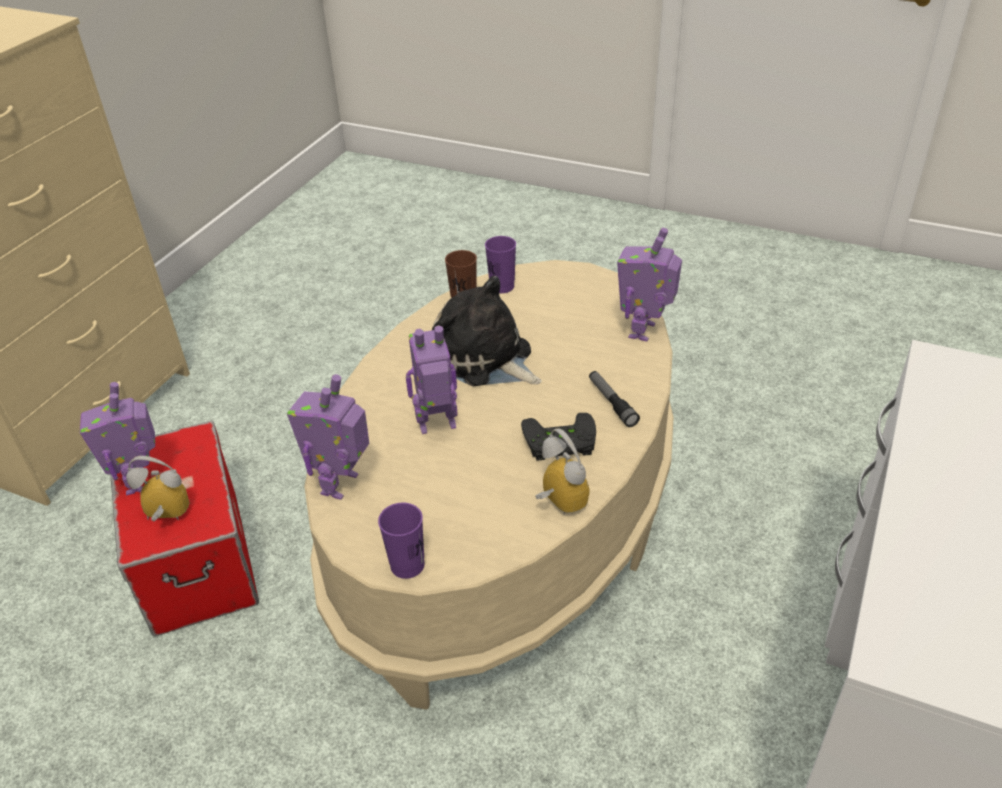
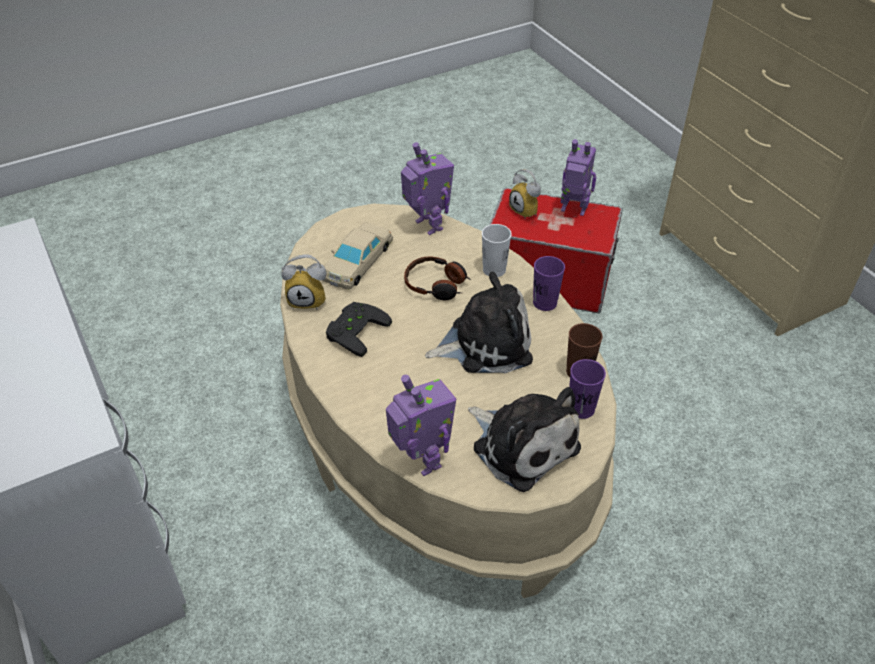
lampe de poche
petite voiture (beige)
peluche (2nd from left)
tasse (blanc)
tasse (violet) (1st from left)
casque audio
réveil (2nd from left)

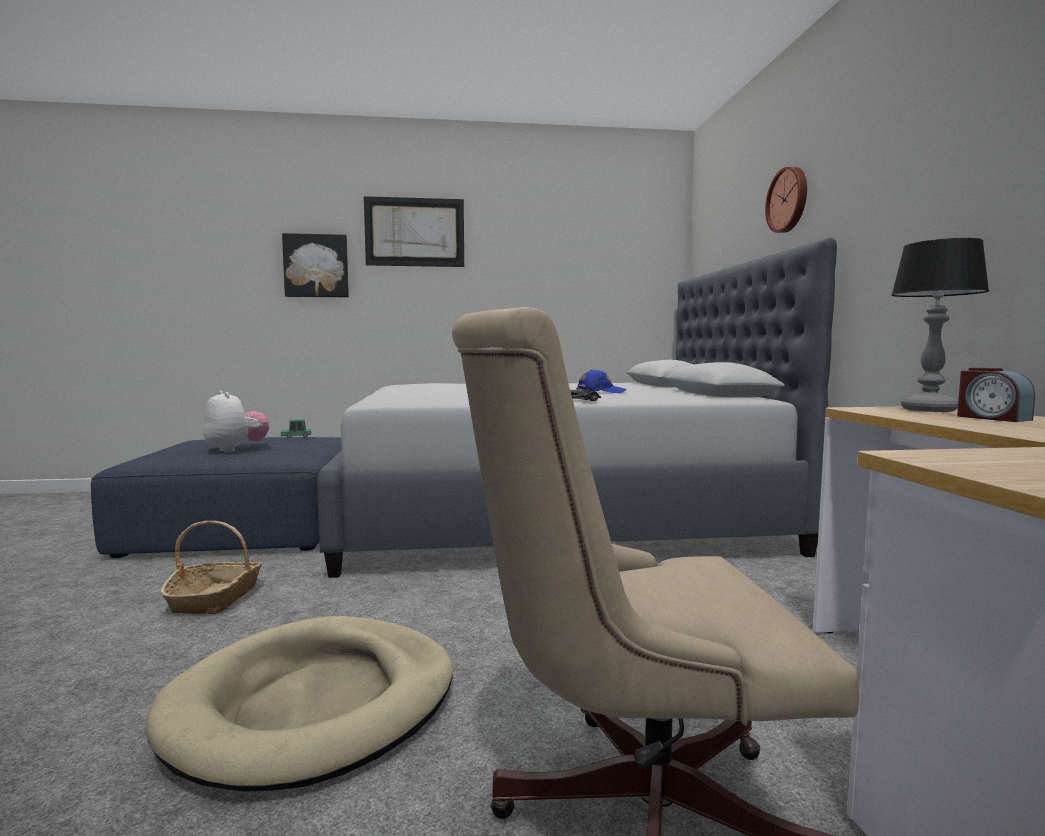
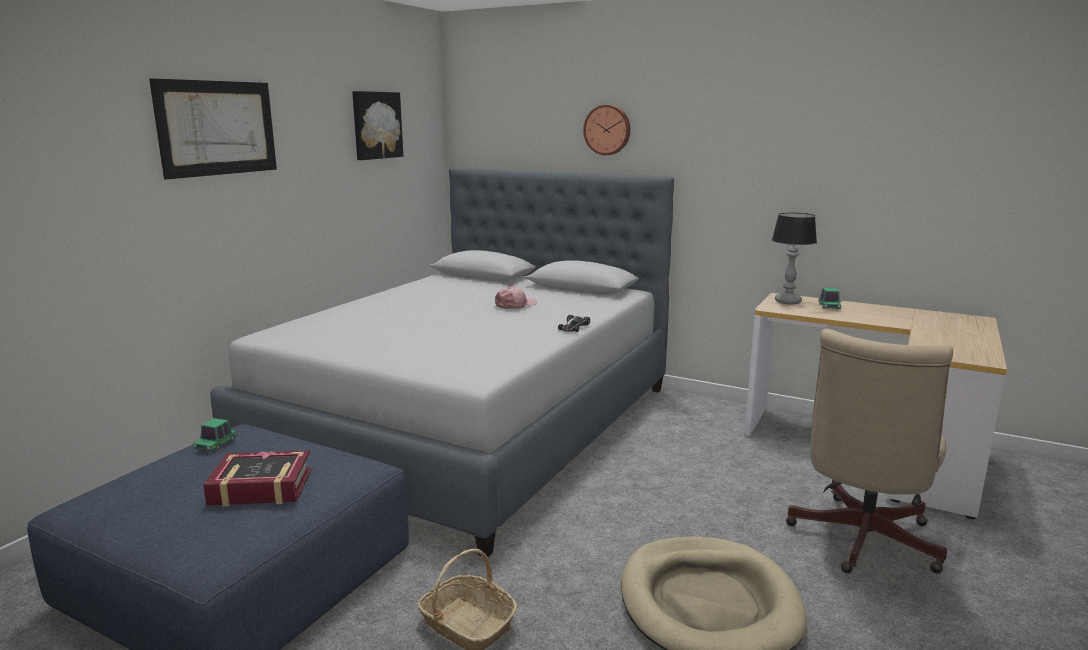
tableau (2nd from left)
livre
petite voiture (3rd from left)
casquette (rose)

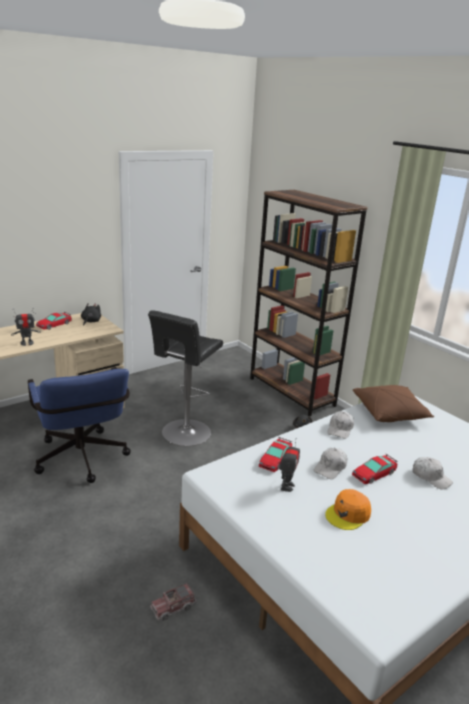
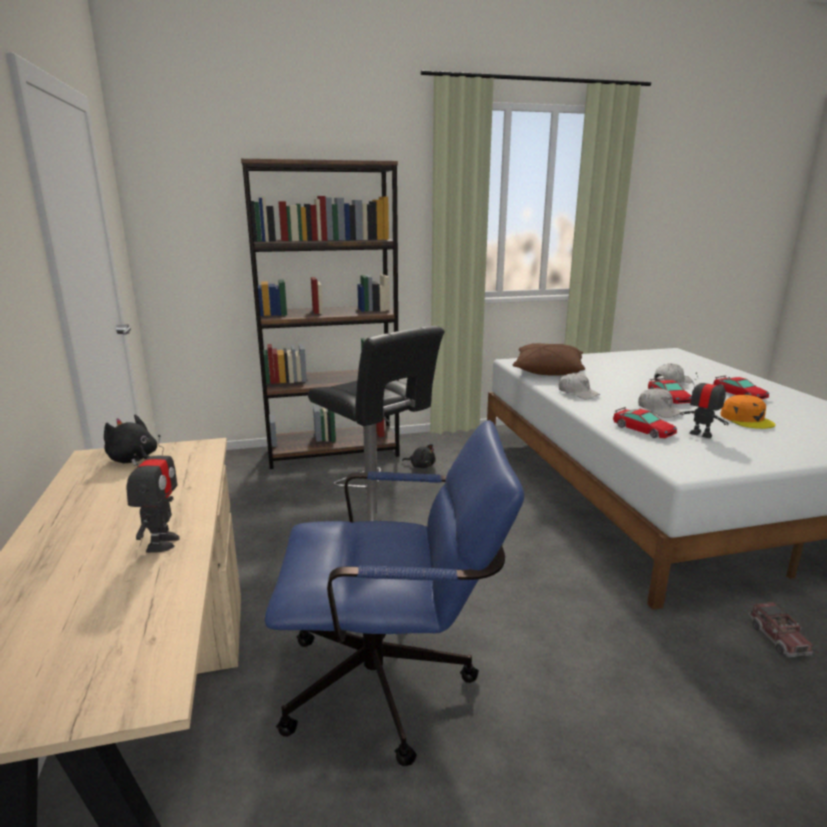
petite voiture (3rd from left)

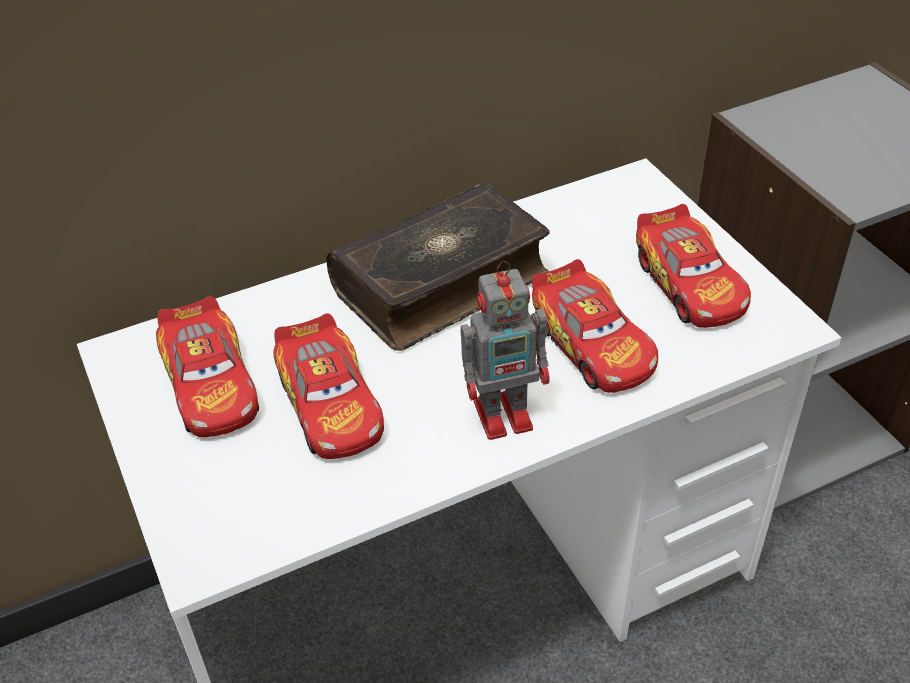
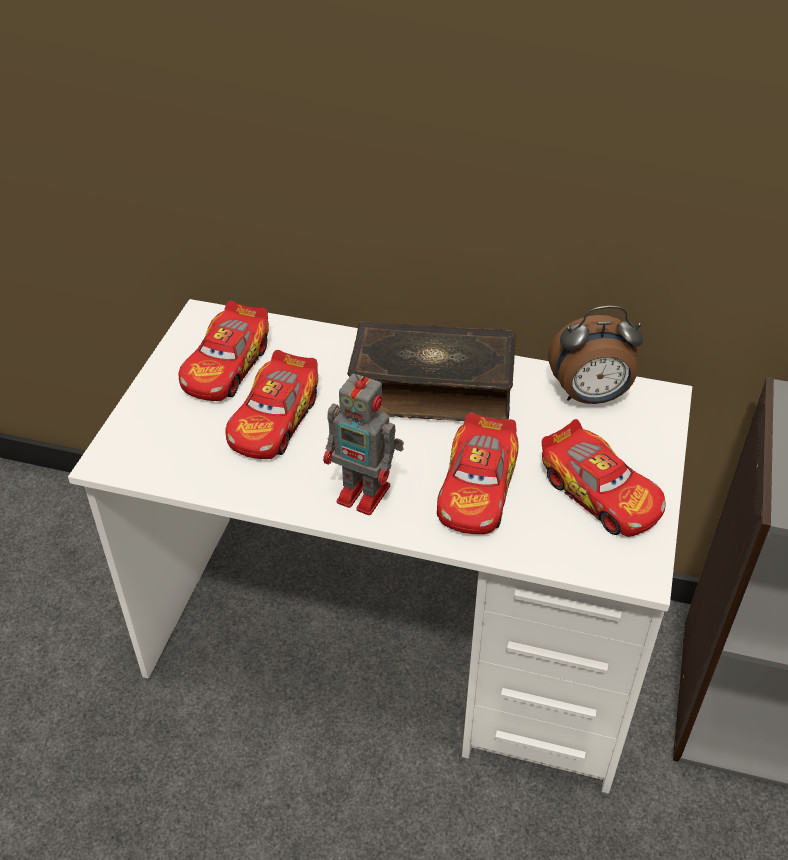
réveil
petite voiture (4th from left)

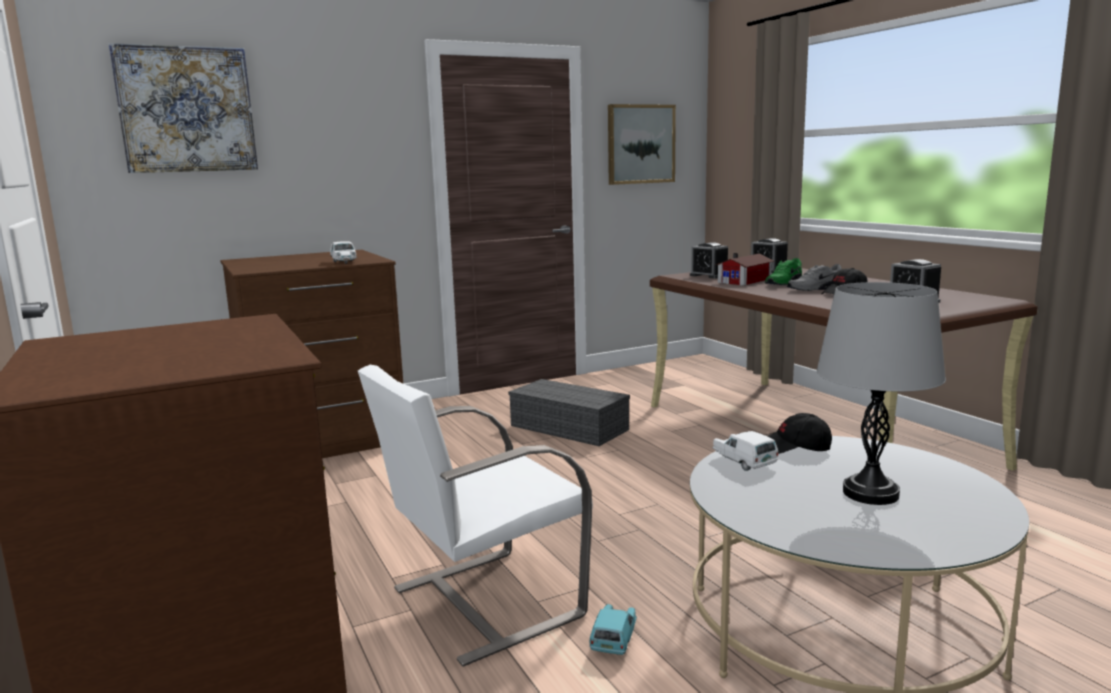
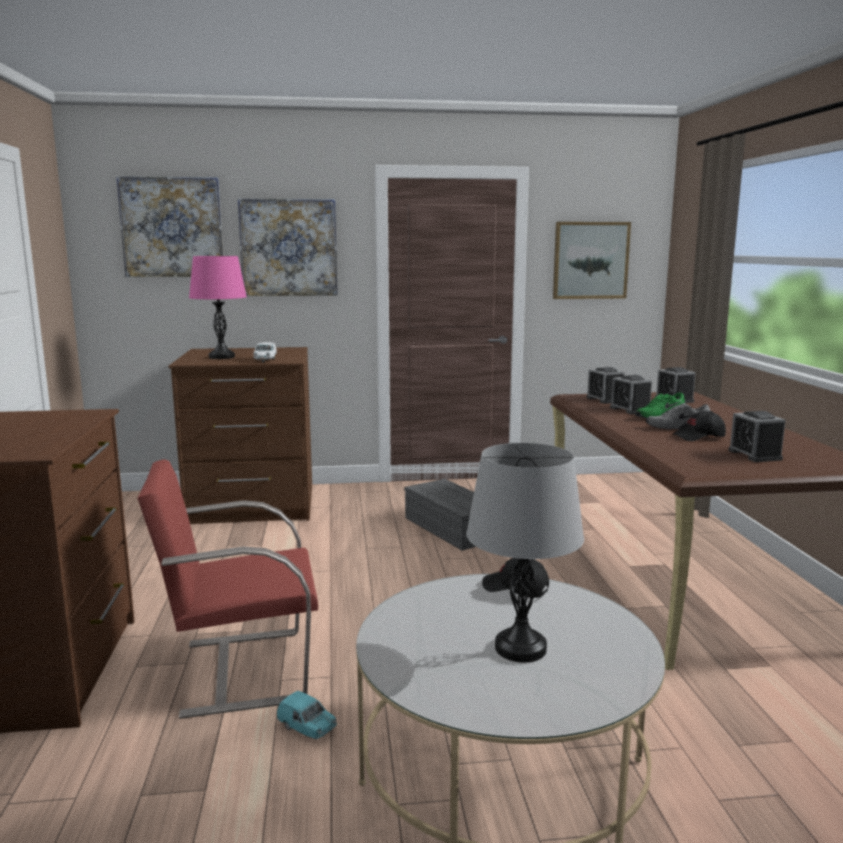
petite voiture (blanc) (2nd from left in the first image)
lampe de table (rose)
tableau (2nd from left)
réveil (2nd from left)
chaise (rouge)
petite voiture (turquoise)

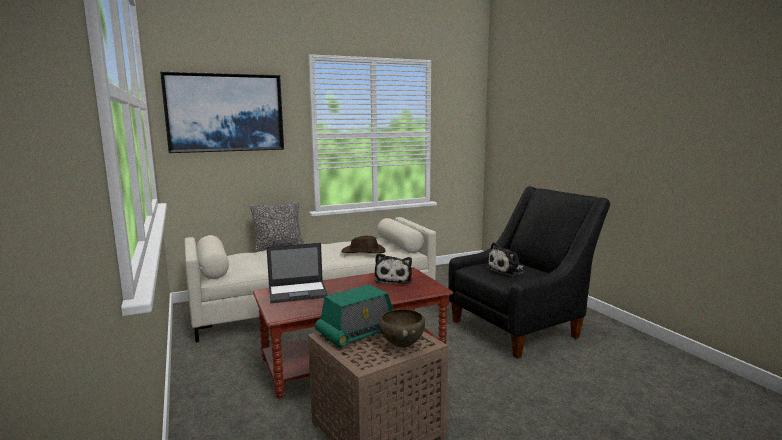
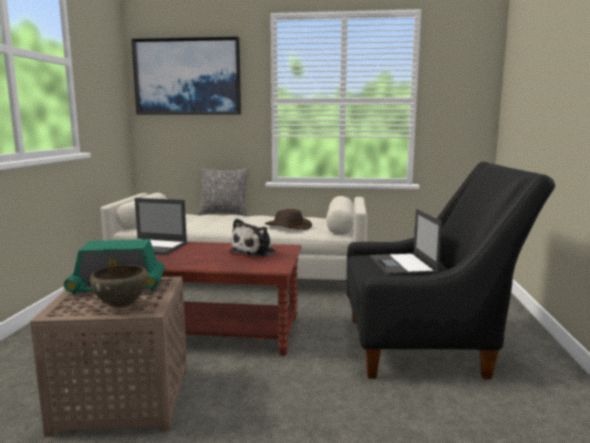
ordinateur portable (2nd from left)

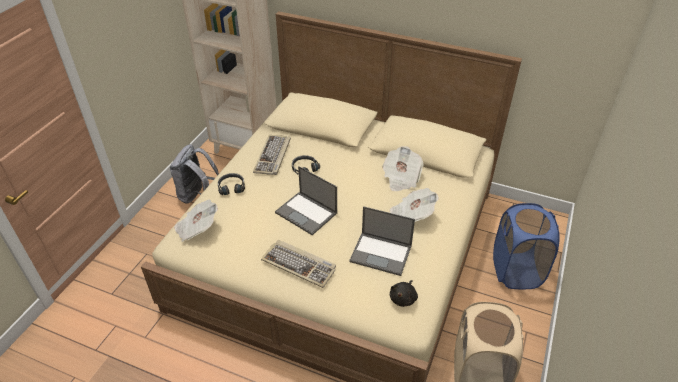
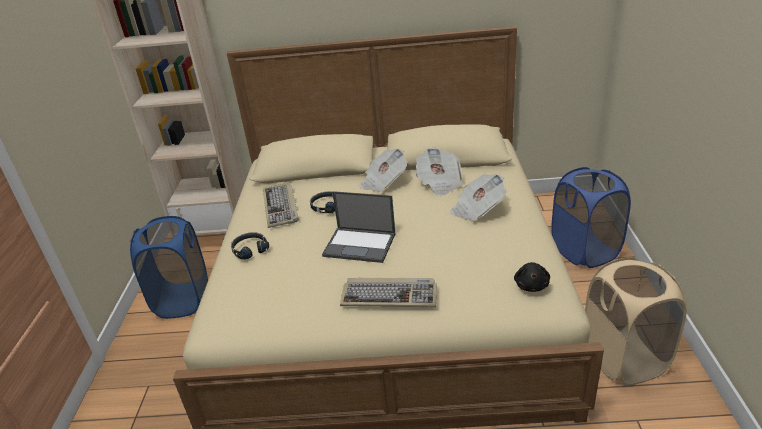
ordinateur portable (2nd from left in the first image)
journal (1st from left)
panier à linge (bleu) (1st from left)

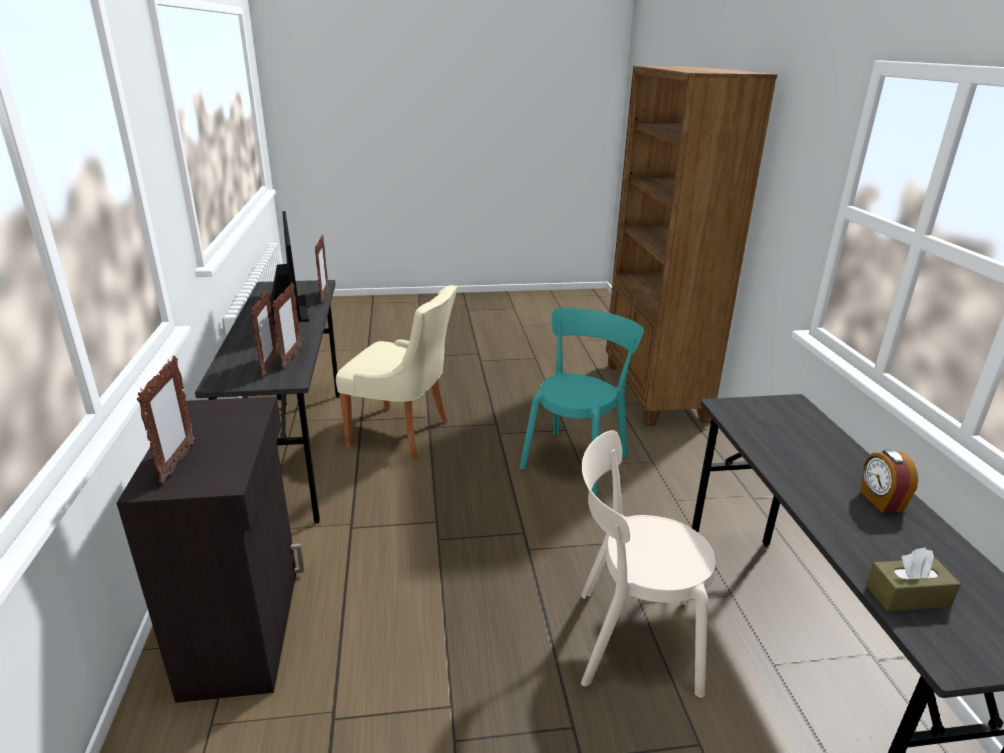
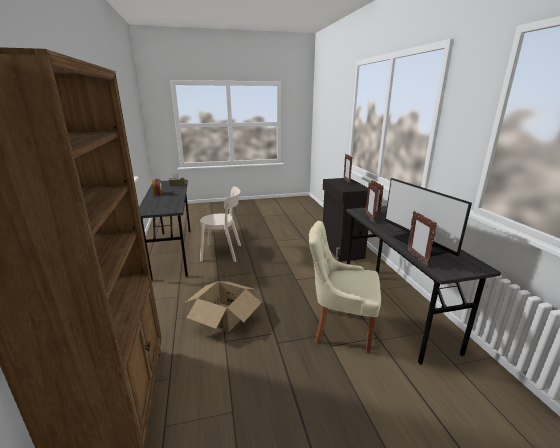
carton

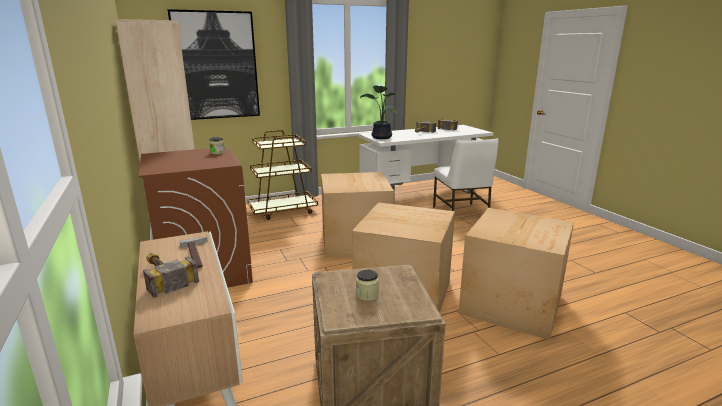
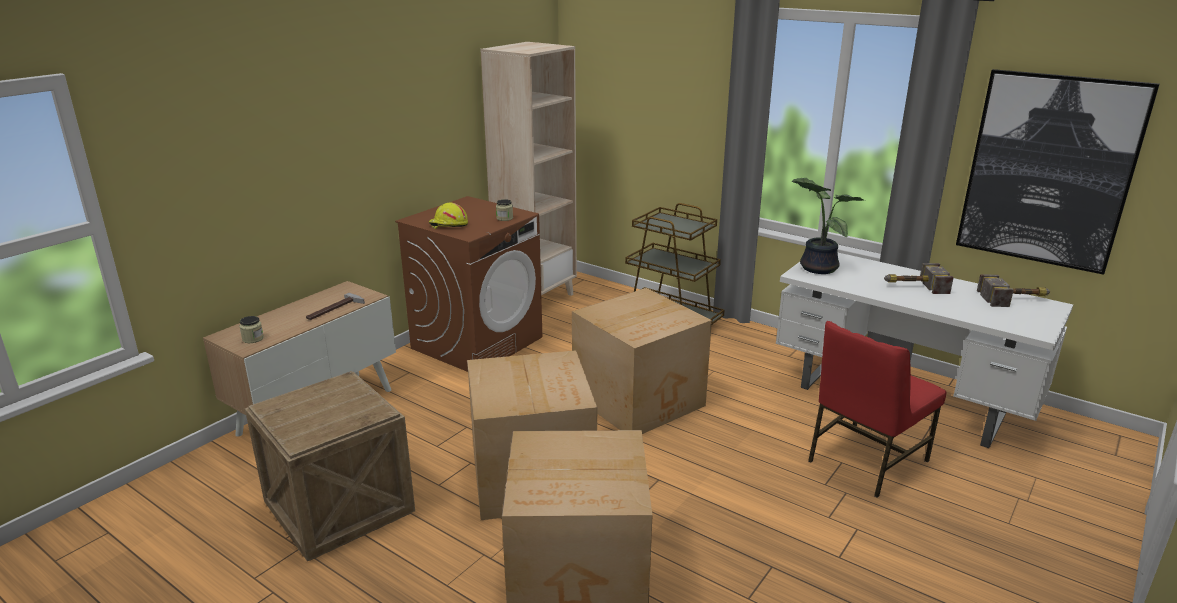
marteau (1st from left in the first image)
casque de chantier (jaune)
tableau
bocal (1st from left)
chaise (rouge)

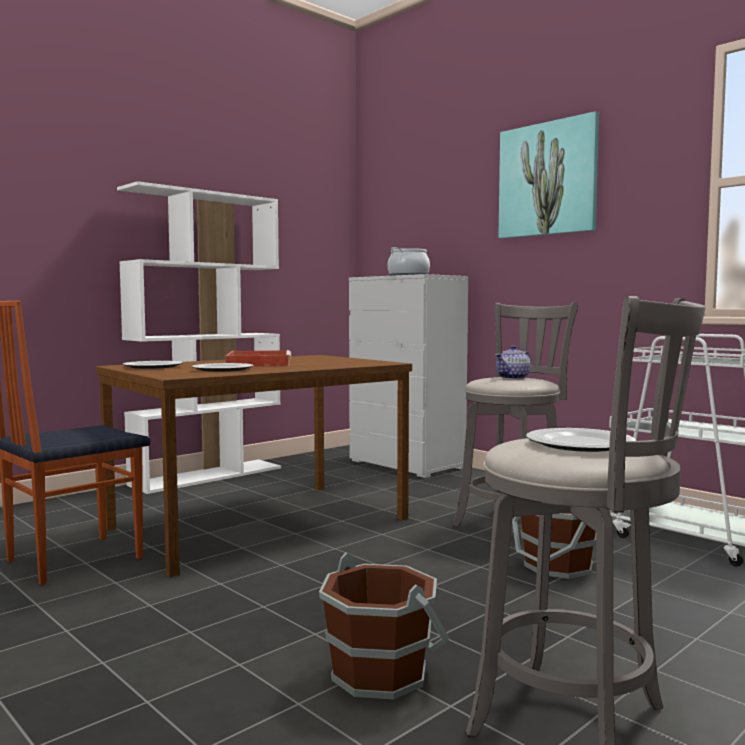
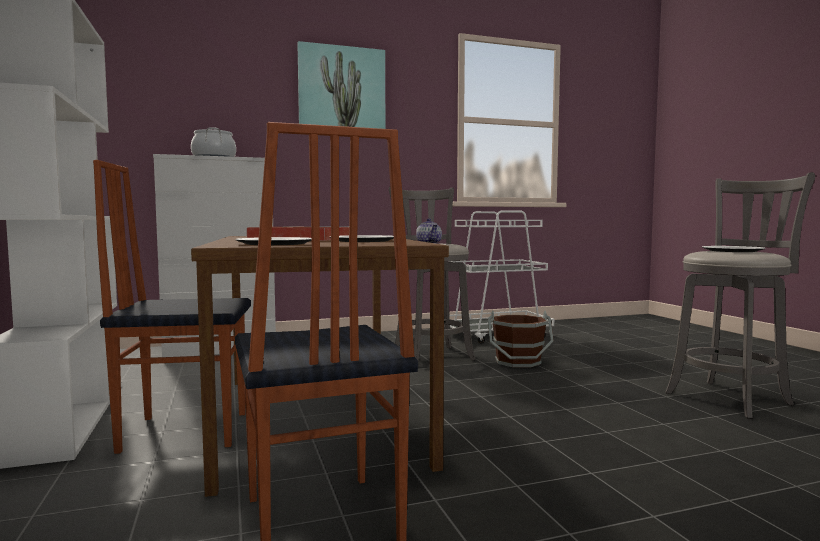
seau (marron) (1st from left in the first image)
chaise (1st from left)

